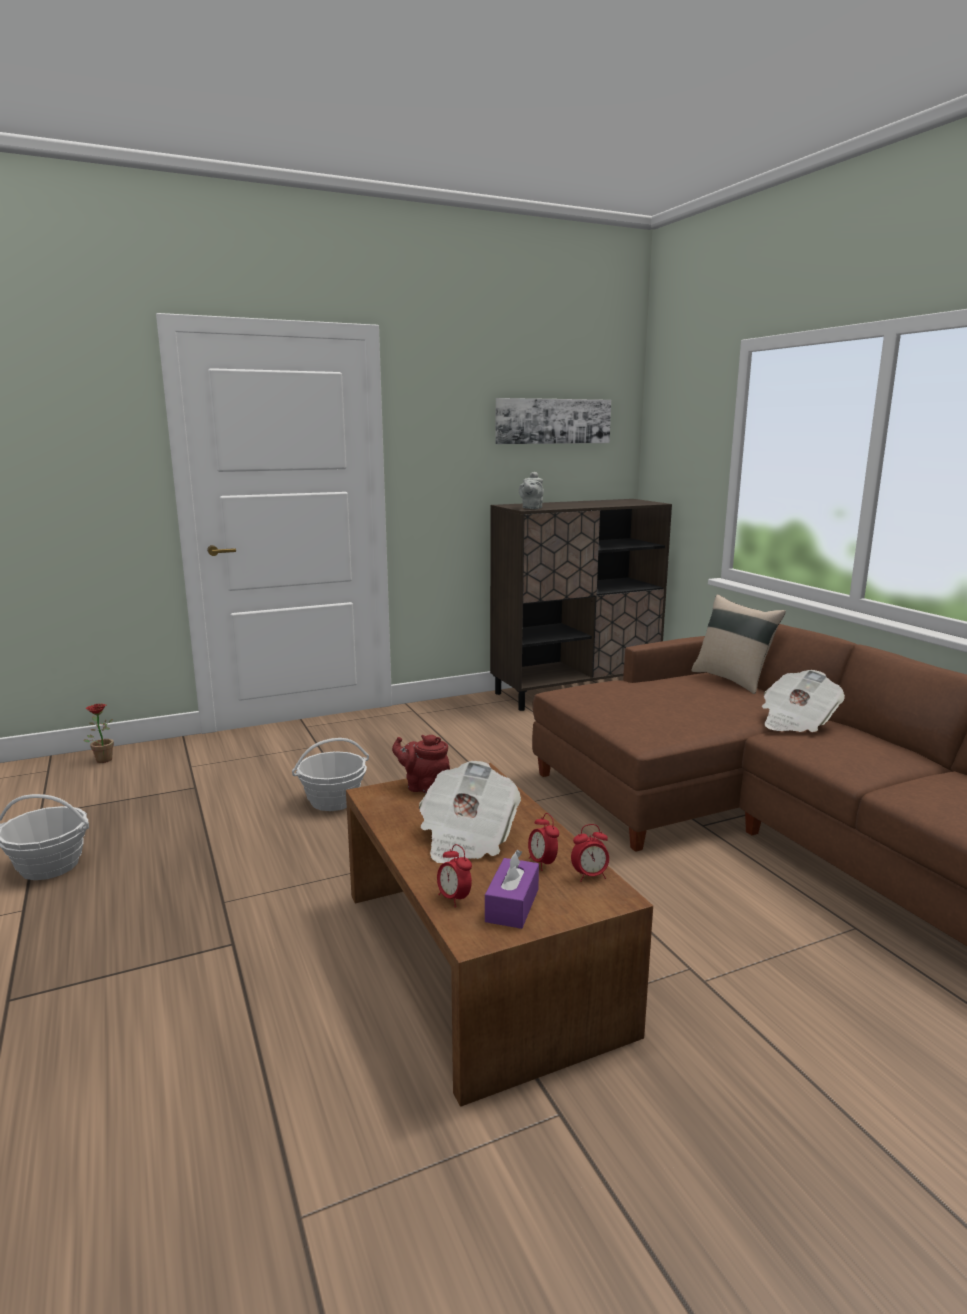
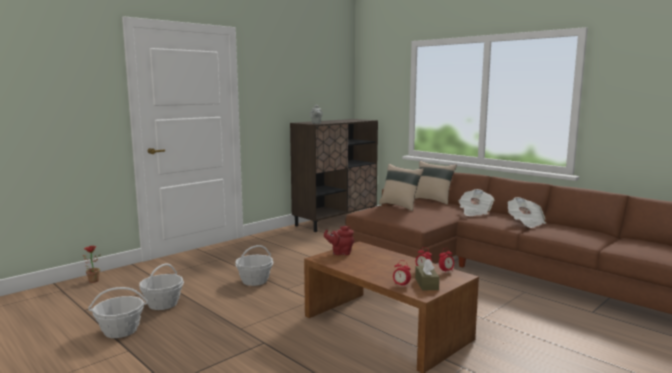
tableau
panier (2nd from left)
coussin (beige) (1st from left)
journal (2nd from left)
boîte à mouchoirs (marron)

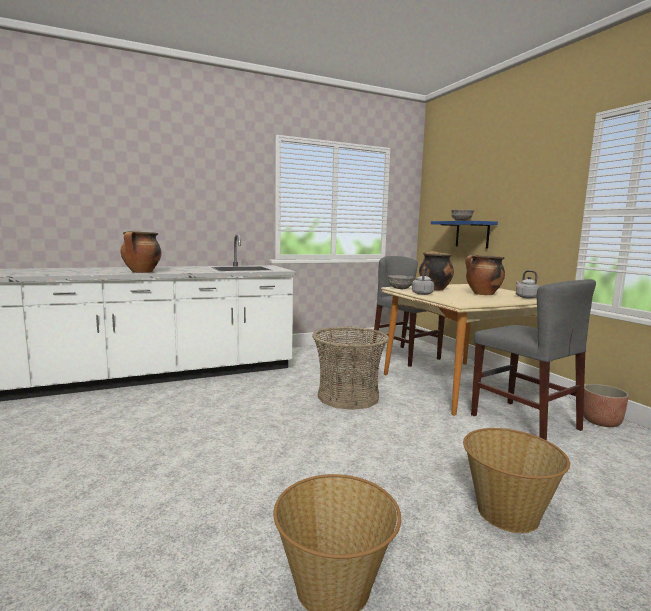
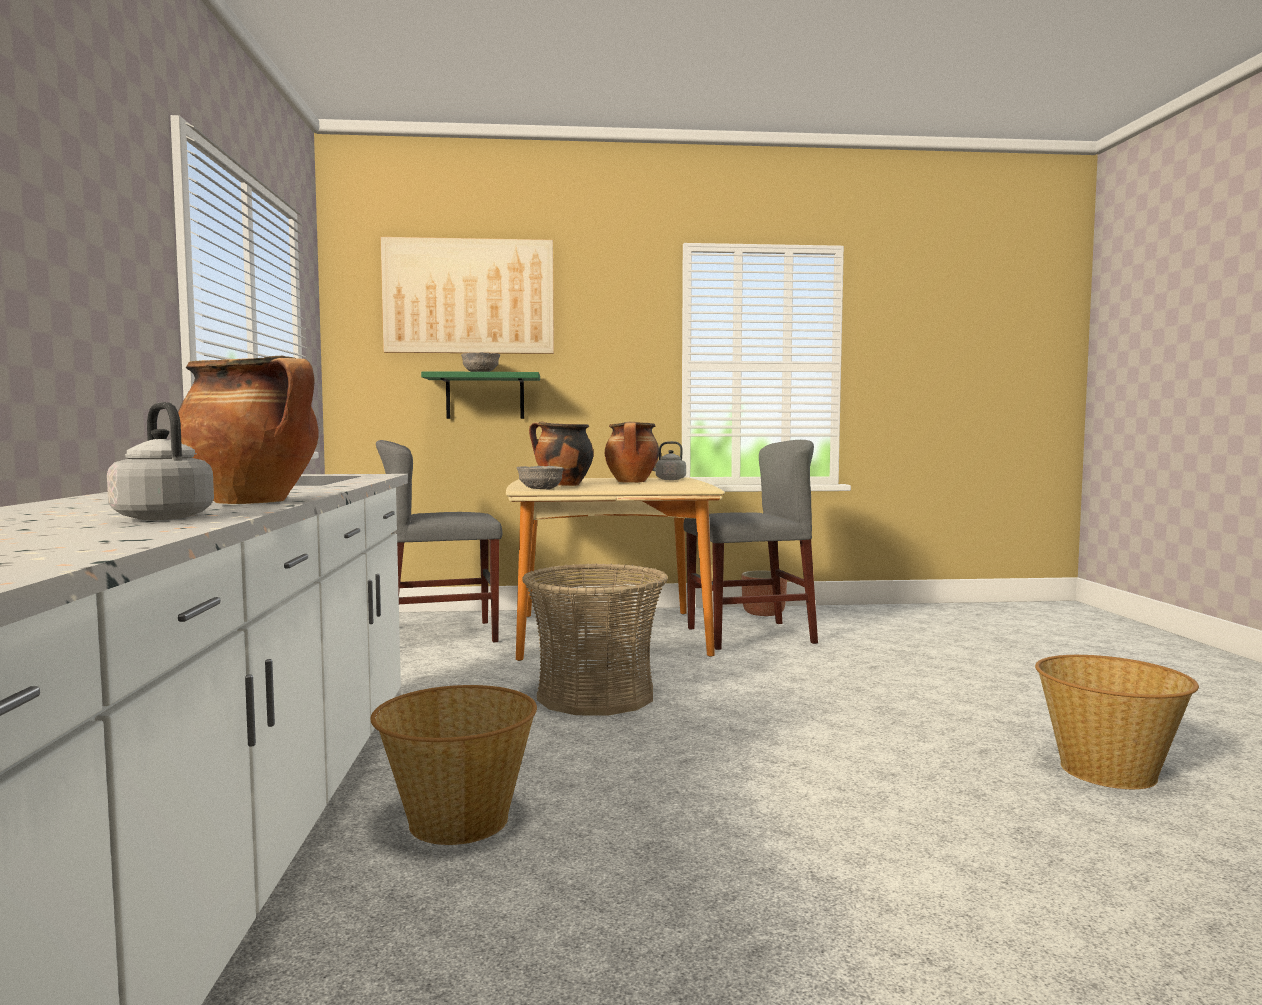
tableau
bouilloire (gris) (1st from left)
panier (1st from left)
étagère (vert)

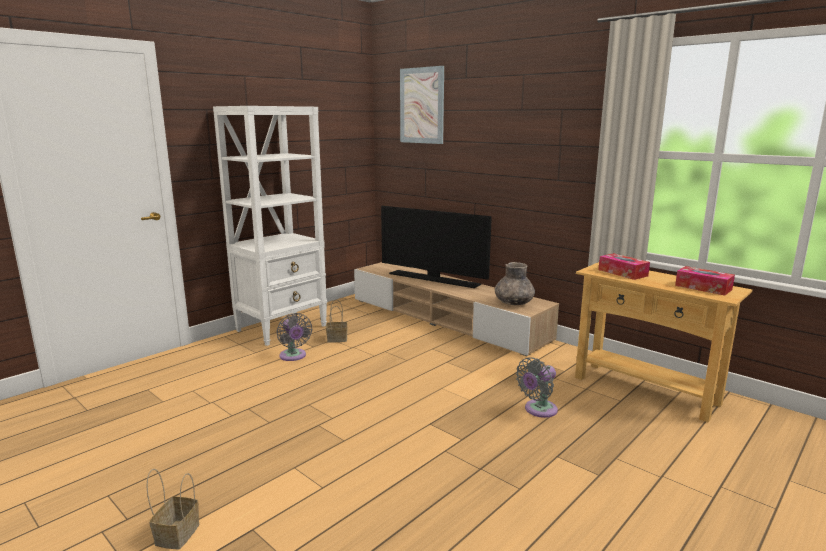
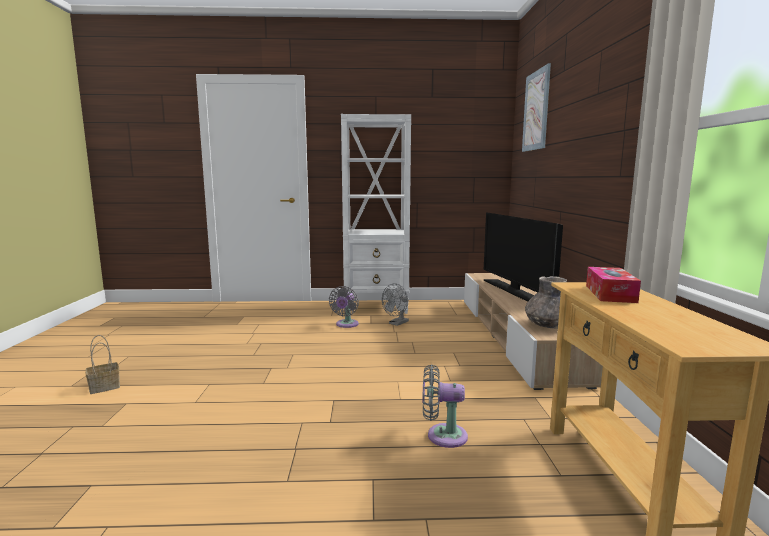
boîte à mouchoirs (2nd from left in the first image)
ventilateur (gris) (2nd from left)

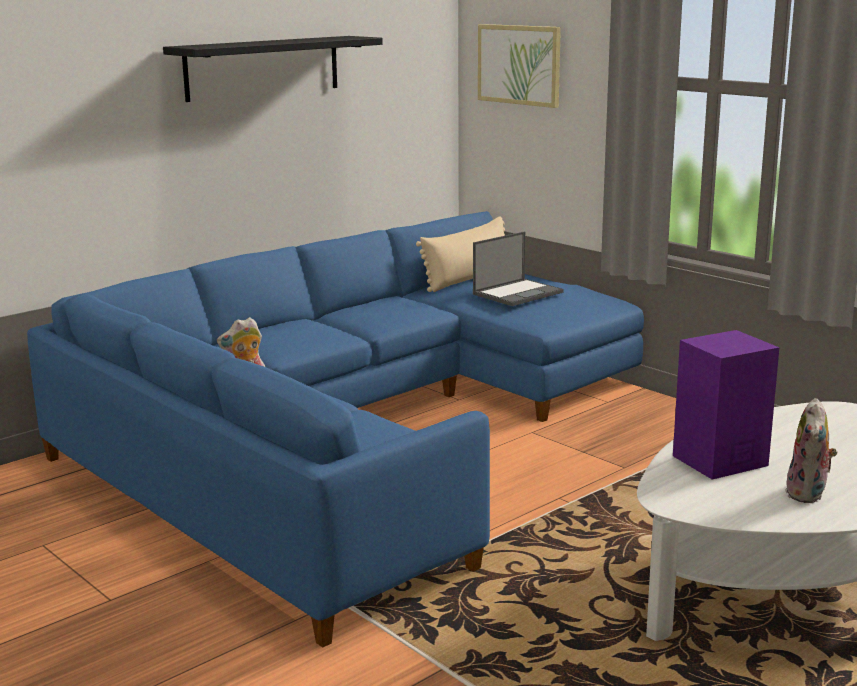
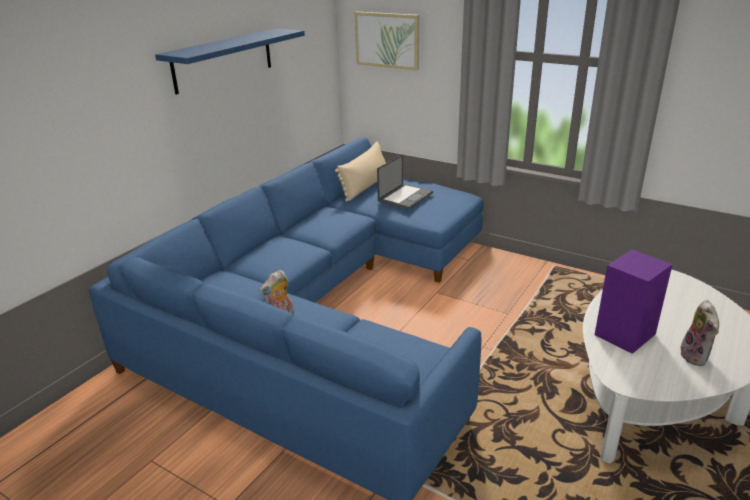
étagère (bleu)

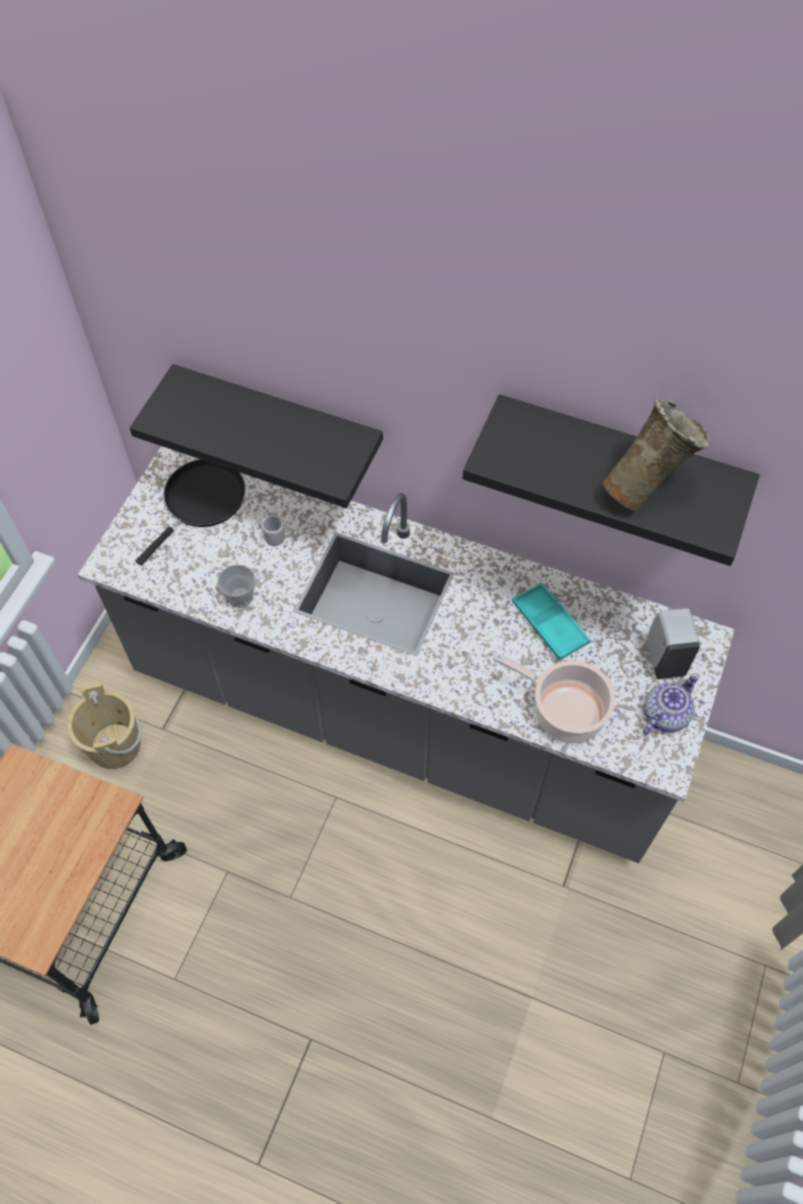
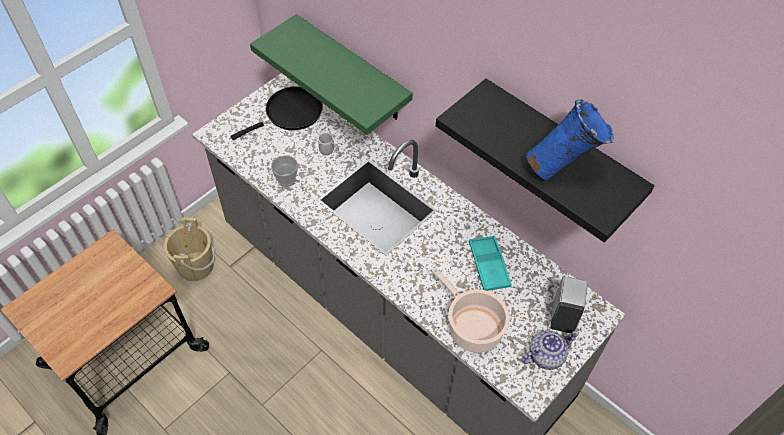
étagère (vert)
vase (bleu)

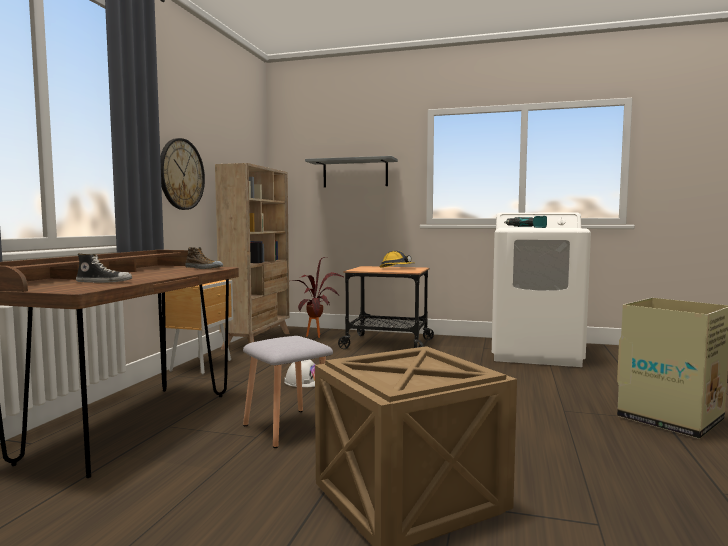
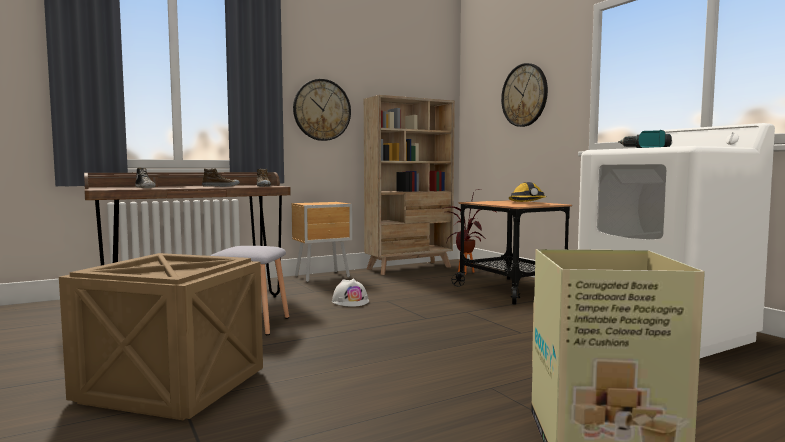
chaussure (2nd from left)
horloge murale (2nd from left)

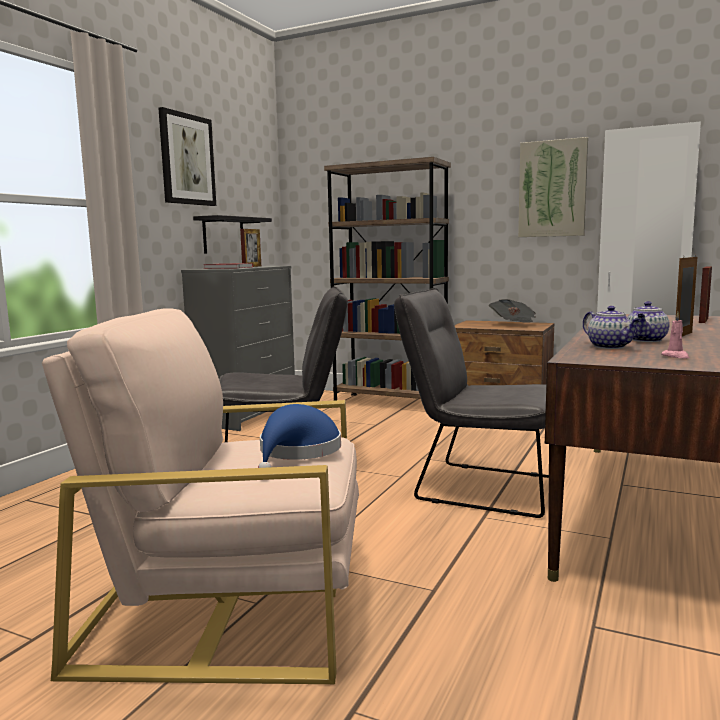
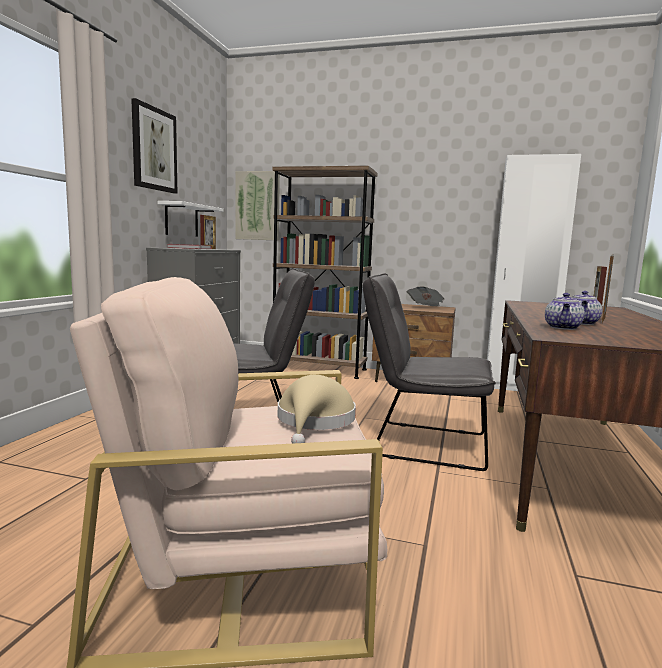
bougie (rose)
tableau (2nd from left)
étagère (blanc)
chapeau (beige)
théière (1st from left)

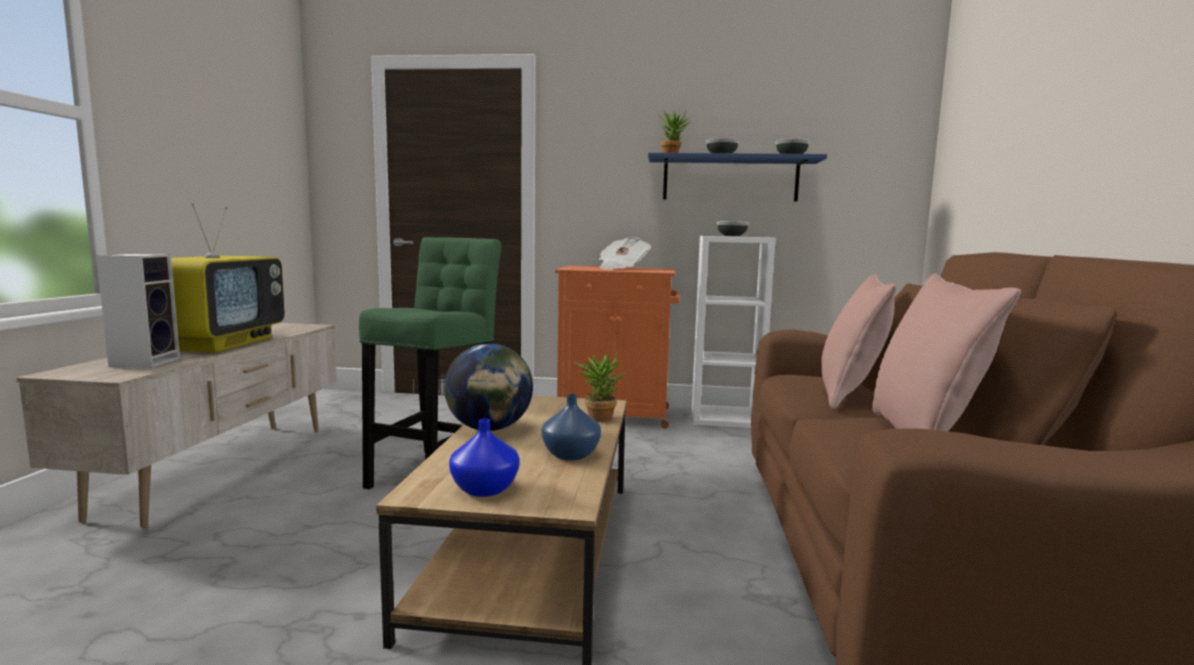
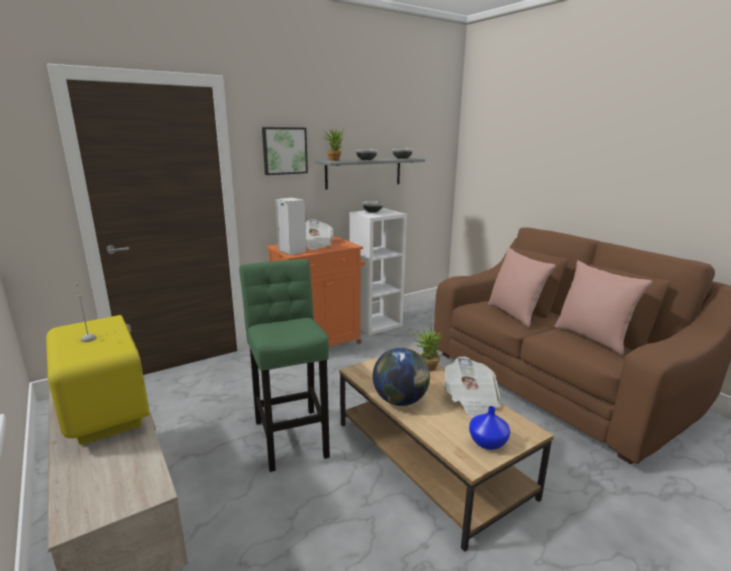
tableau
enceinte
journal (2nd from left)
étagère (gris)

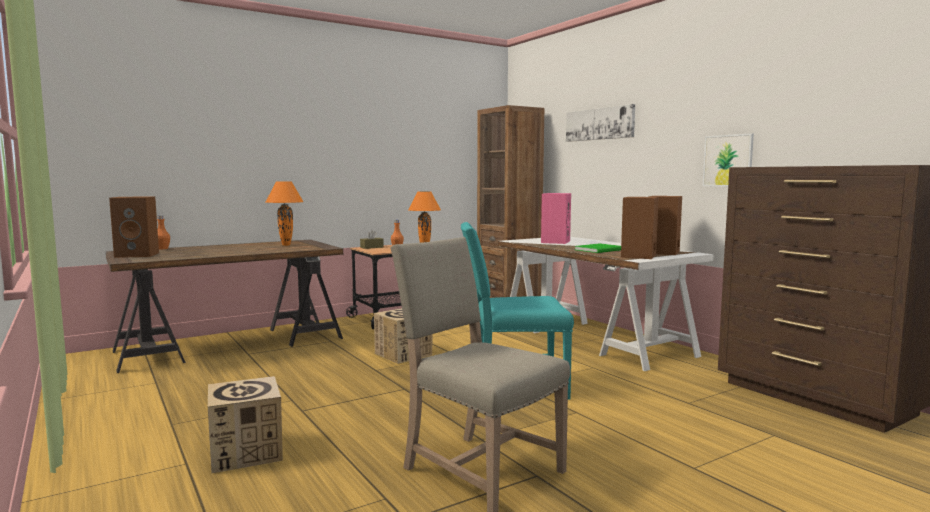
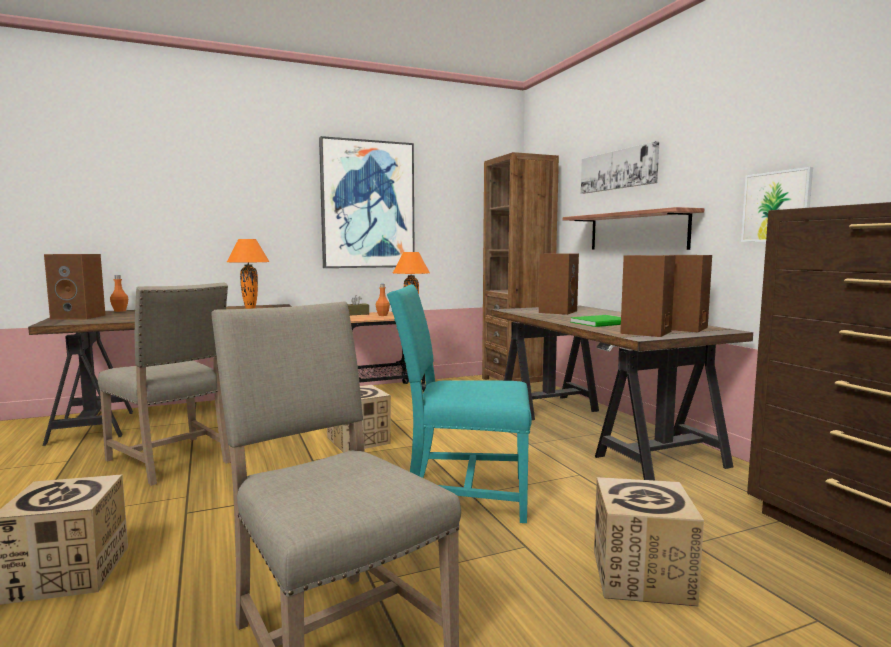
chaise (beige) (1st from left)
tableau (1st from left)
étagère
carton (3rd from left)
bureau (marron) (2nd from left)
enceinte (marron) (2nd from left)

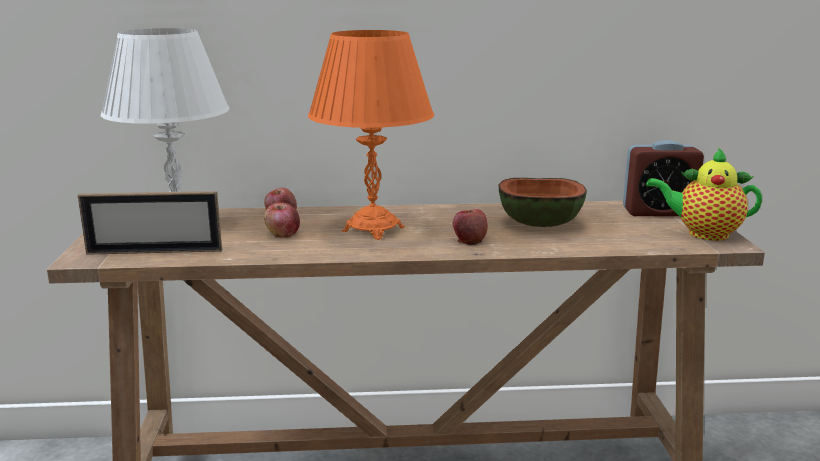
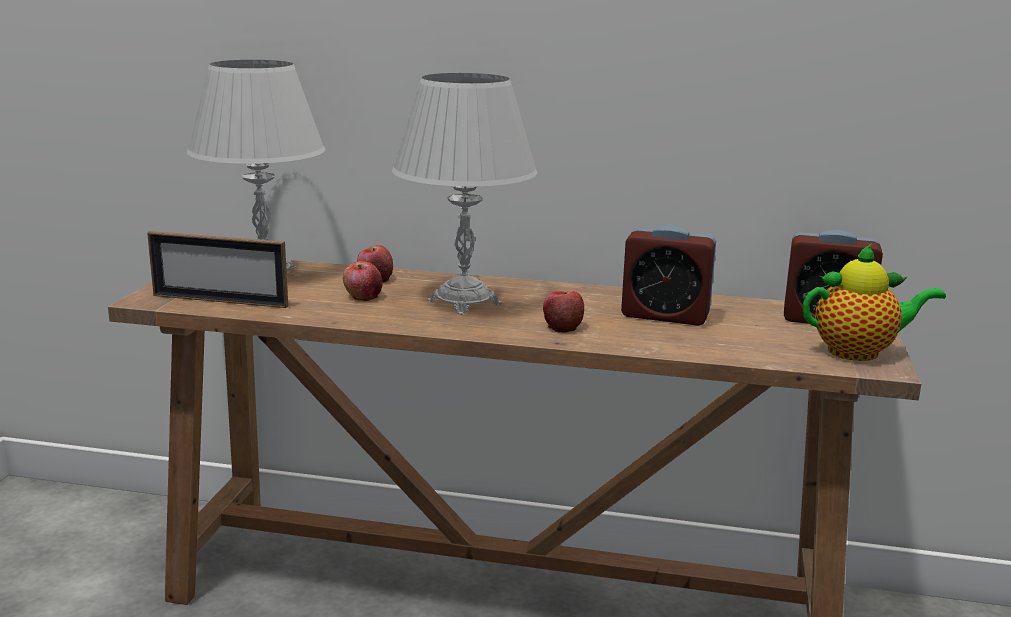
réveil (1st from left)
lampe de table (blanc) (2nd from left)
théière

